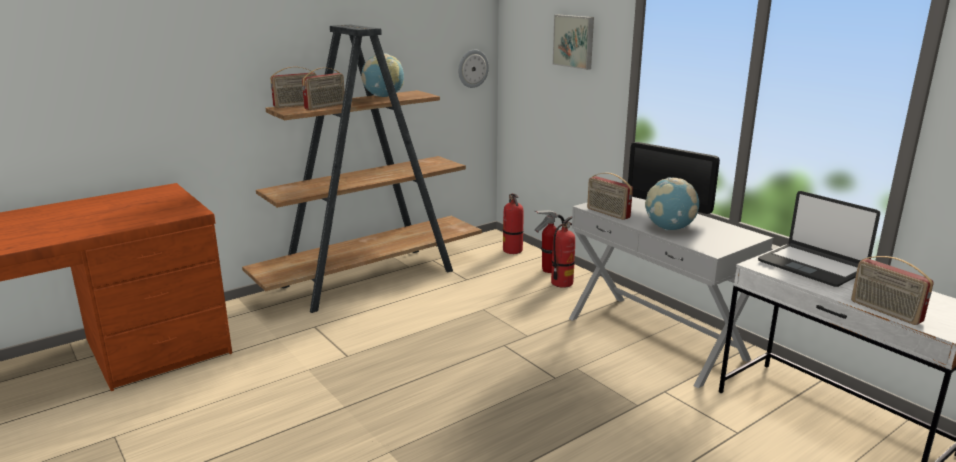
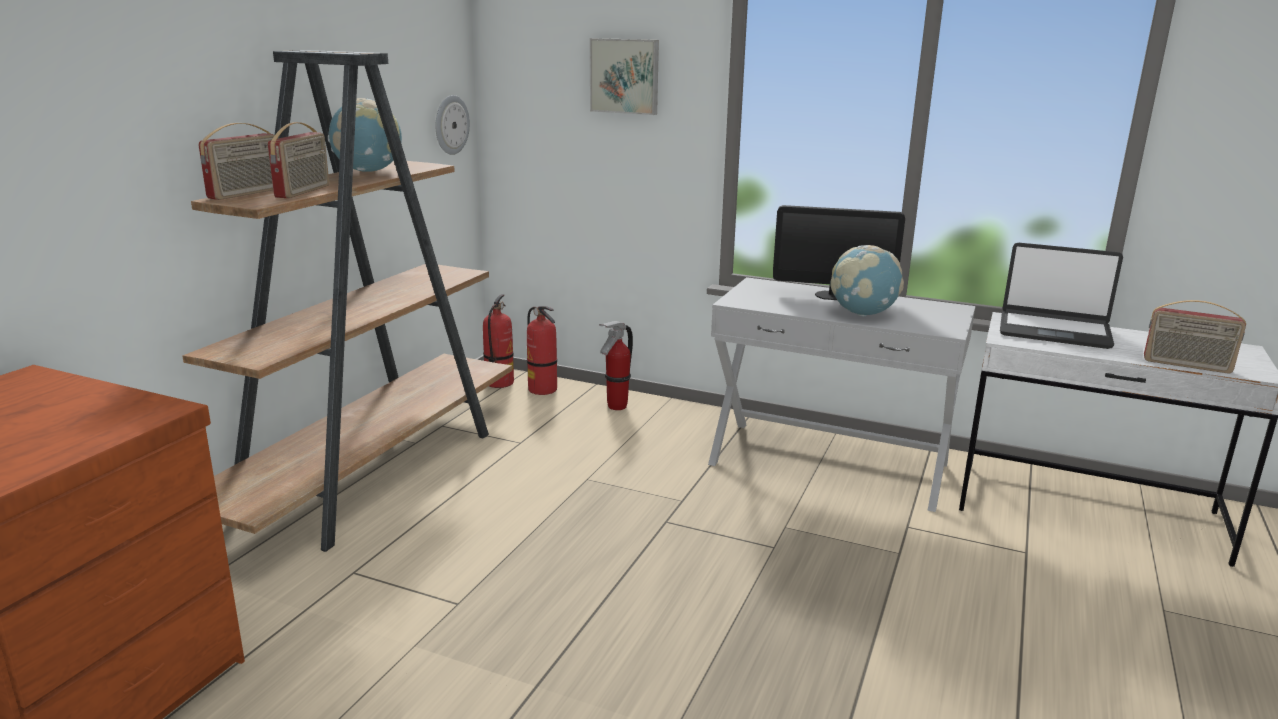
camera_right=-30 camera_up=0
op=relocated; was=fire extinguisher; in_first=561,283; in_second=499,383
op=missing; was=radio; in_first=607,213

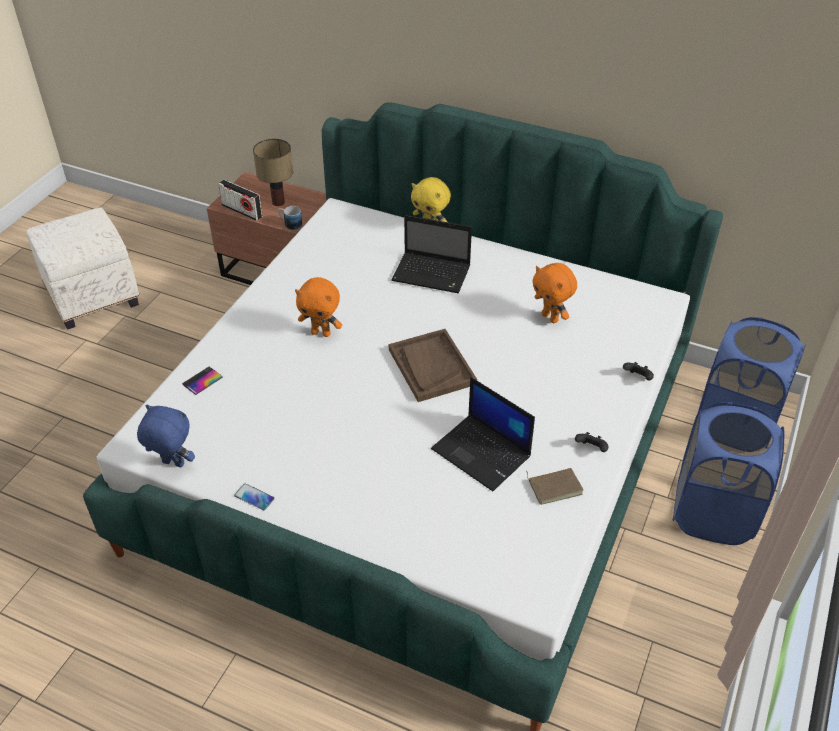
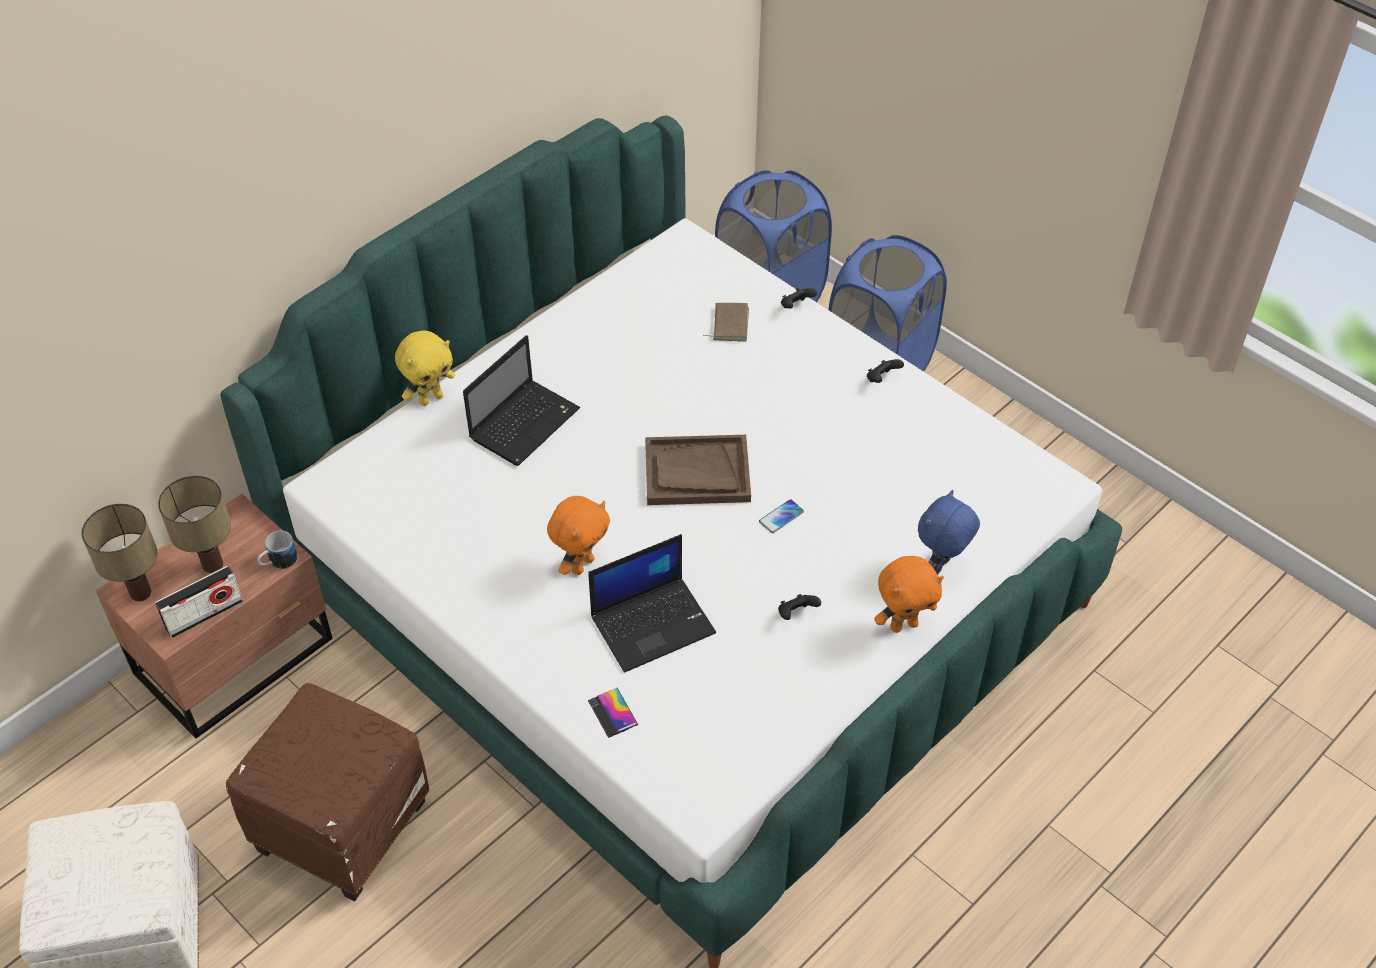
camera_right=-70 camera_up=5
op=relocated; was=blue plush toy; in_first=172,464; in_second=941,567
op=relocated; was=phone; in_first=254,497; in_second=781,517
op=relocated; was=laptop; in_first=482,453; in_second=653,623
op=relocated; was=brown book; in_first=555,486; in_second=729,324
op=relocated; was=orange plush toy; in_first=550,317; in_second=903,625
op=appeared; now=table lamp; in_second=140,594
op=appeared; now=brown ottoman; in_second=342,823
op=appeared; now=black game controller; in_second=796,614

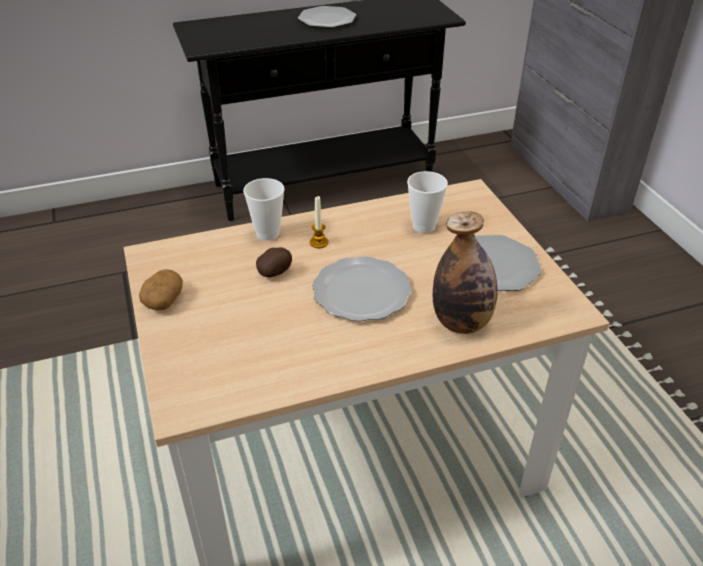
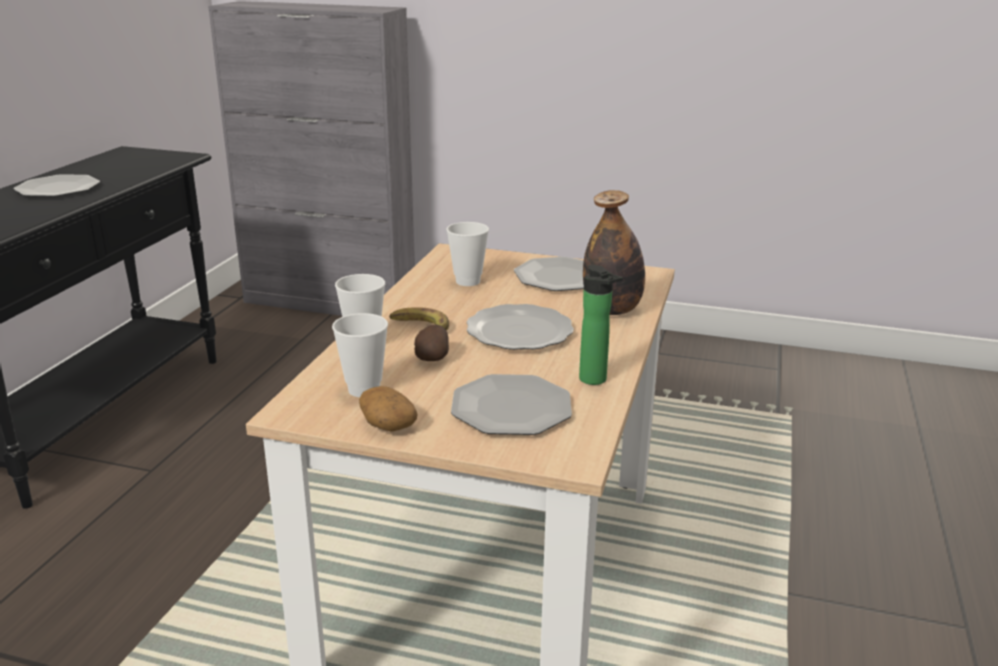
camera_right=-55 camera_up=-15
op=exchanged; was=candle; now=banana; in_first=319,242; in_second=419,326
op=appeared; now=cup; in_second=364,389
op=appeared; now=plate; in_second=511,408
op=appeared; now=bottle; in_second=595,380

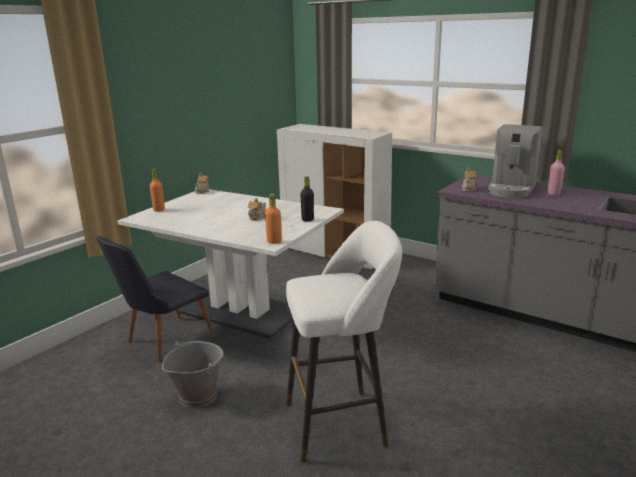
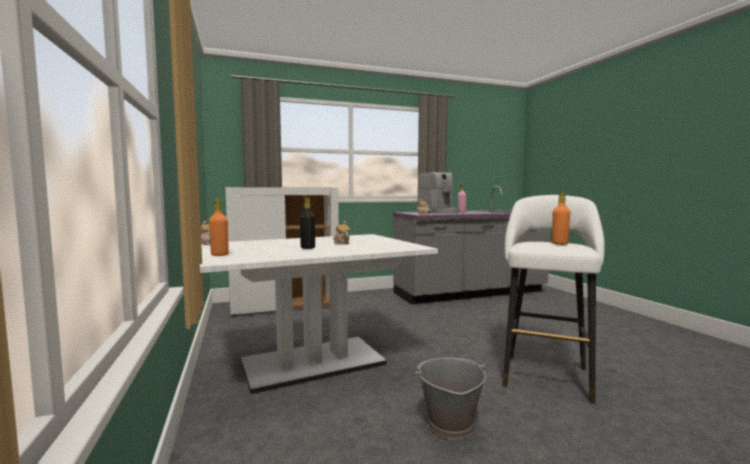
camera_right=-55 camera_up=-15
op=missing; was=black chair; in_first=162,342
op=relocated; was=orange bottle; in_first=274,241; in_second=559,243
op=relocated; was=black bottle; in_first=307,219; in_second=307,248

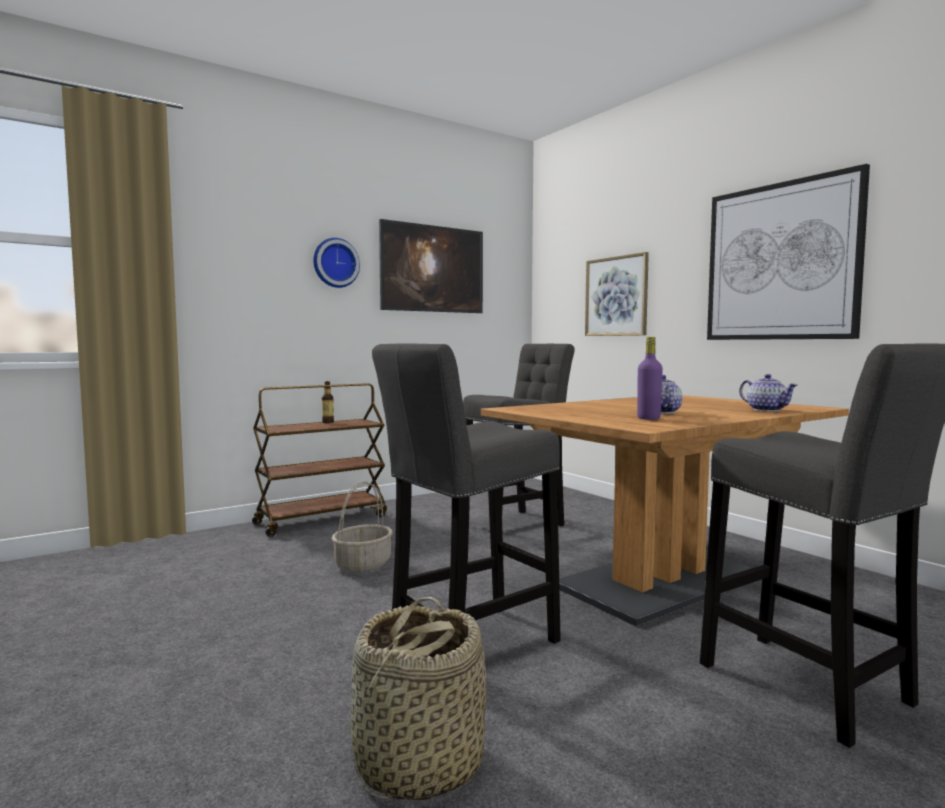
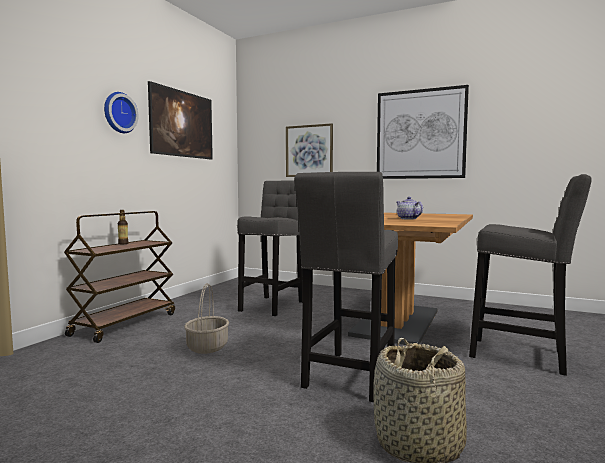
camera_right=-30 camera_up=0
op=missing; was=purple bottle; in_first=648,418
op=missing; was=teapot; in_first=766,410

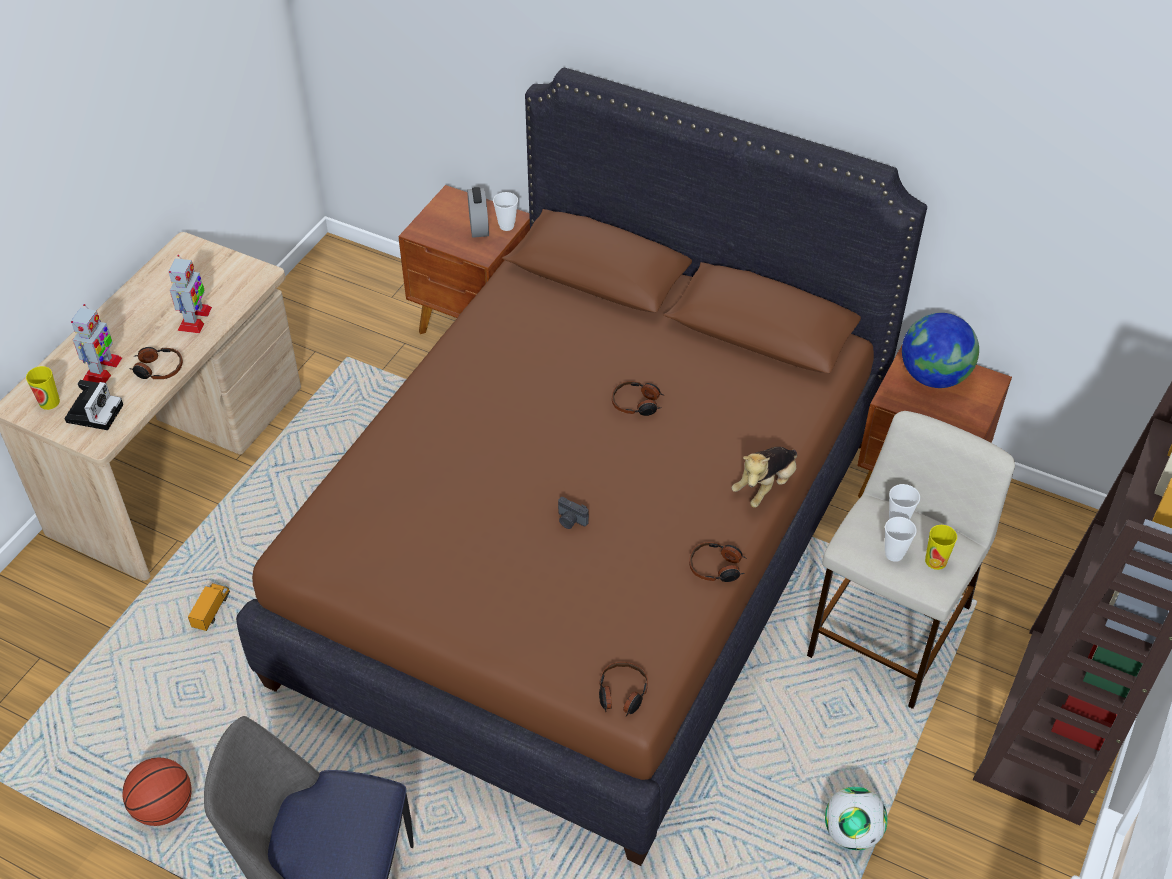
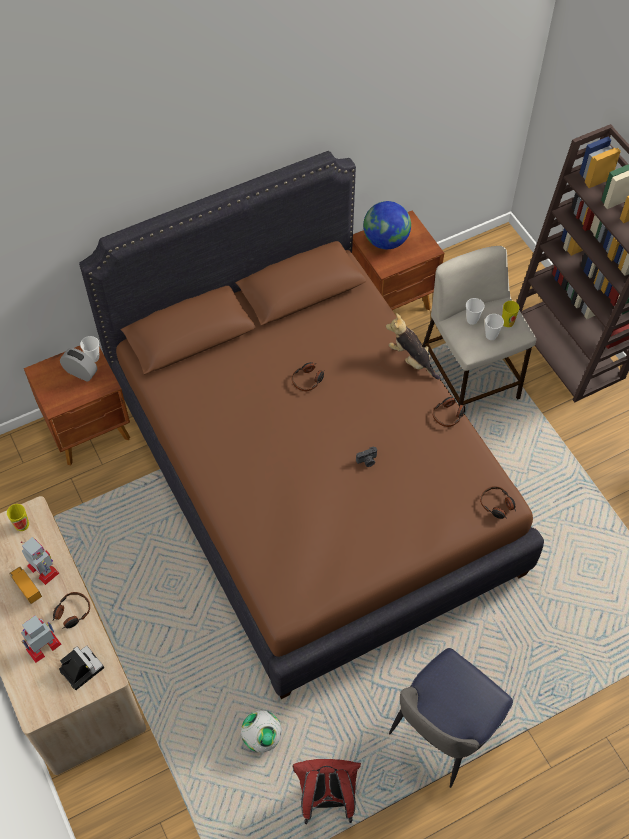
camera_right=-55 camera_up=10
op=relocated; was=cup; in_first=49,402; in_second=22,524
op=spun; was=toy robot; in_first=102,369; in_second=43,646; clockwise=-90
op=exchanged; was=basketball; now=red backpack; in_first=164,807; in_second=327,797
op=relocated; was=toy truck; in_first=212,612; in_second=26,587
op=spun; was=plush toy; in_first=765,486; in_second=411,359; clockwise=150
op=relocated; was=football; in_first=852,832; in_second=262,737

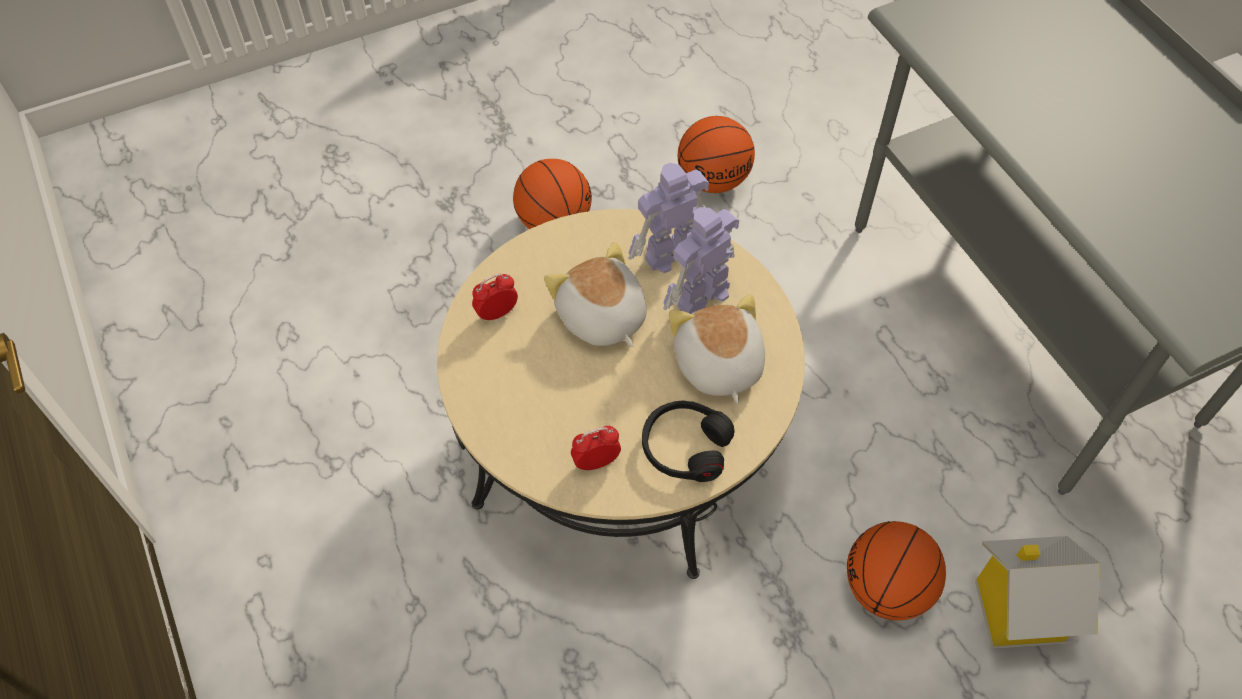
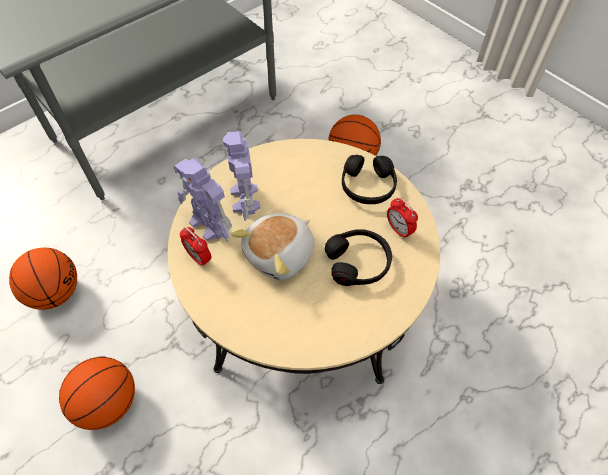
camera_right=-105 camera_up=0
op=relocated; was=alarm clock; in_first=497,313; in_second=199,258
op=spun; was=toy robot; in_first=700,296; in_second=245,200; clockwise=45
op=missing; was=plush toy; in_first=717,366
op=missing; was=toy house; in_first=1019,610
op=appeared; now=black headphones; in_second=358,262

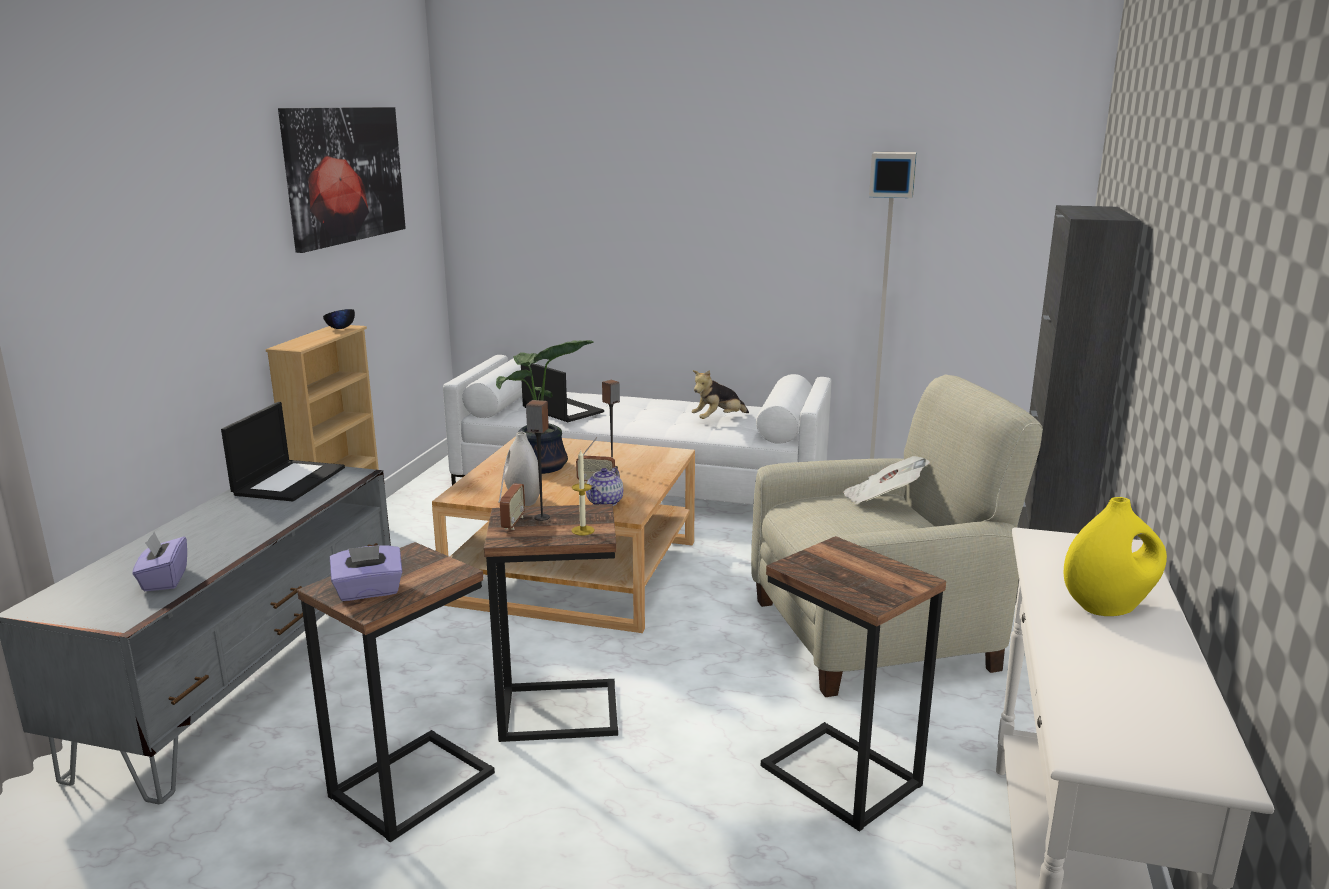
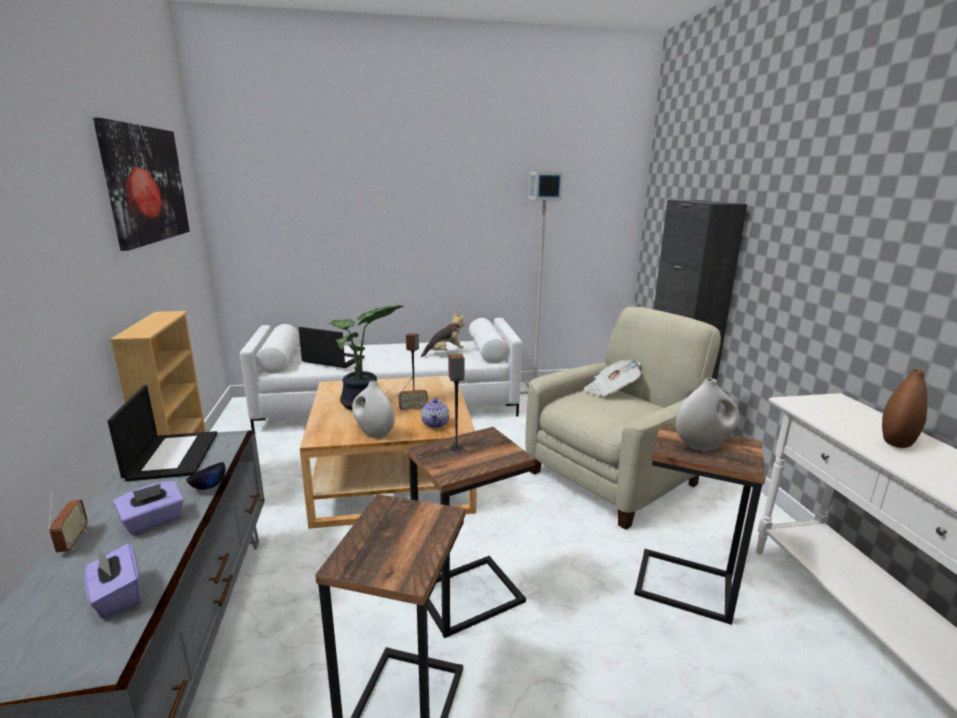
camera_right=-25 camera_up=0
op=relocated; was=black bowl; in_first=340,328; in_second=208,486
op=relocated; was=purple tissue box; in_first=369,591; in_second=153,521
op=relocated; was=radio; in_first=513,523; in_second=73,541
op=missing; was=candle; in_first=583,530
op=spun; was=plush toy; in_first=718,419; in_second=445,353; clockwise=-150
op=colour; was=yellow vase; now=brown vase; in_first=1108,607; in_second=897,441
op=appeared; now=white vase; in_second=703,445

